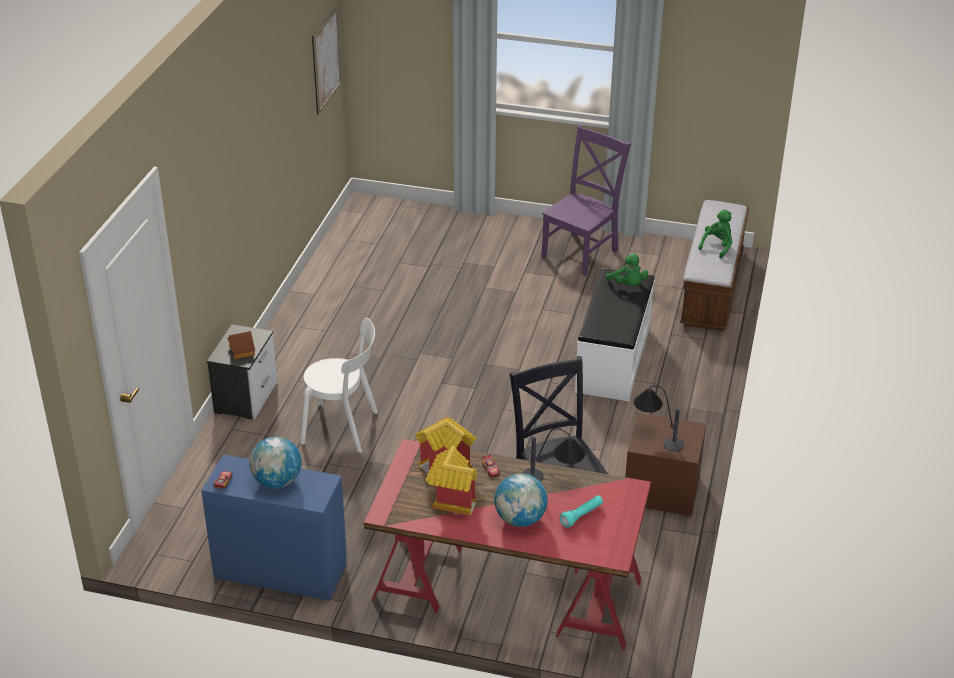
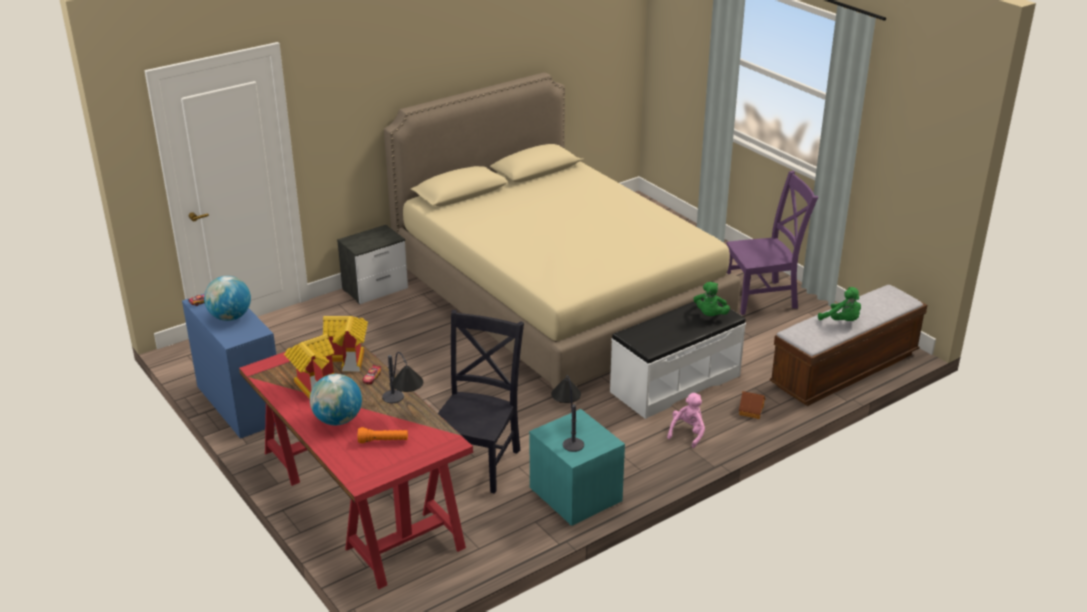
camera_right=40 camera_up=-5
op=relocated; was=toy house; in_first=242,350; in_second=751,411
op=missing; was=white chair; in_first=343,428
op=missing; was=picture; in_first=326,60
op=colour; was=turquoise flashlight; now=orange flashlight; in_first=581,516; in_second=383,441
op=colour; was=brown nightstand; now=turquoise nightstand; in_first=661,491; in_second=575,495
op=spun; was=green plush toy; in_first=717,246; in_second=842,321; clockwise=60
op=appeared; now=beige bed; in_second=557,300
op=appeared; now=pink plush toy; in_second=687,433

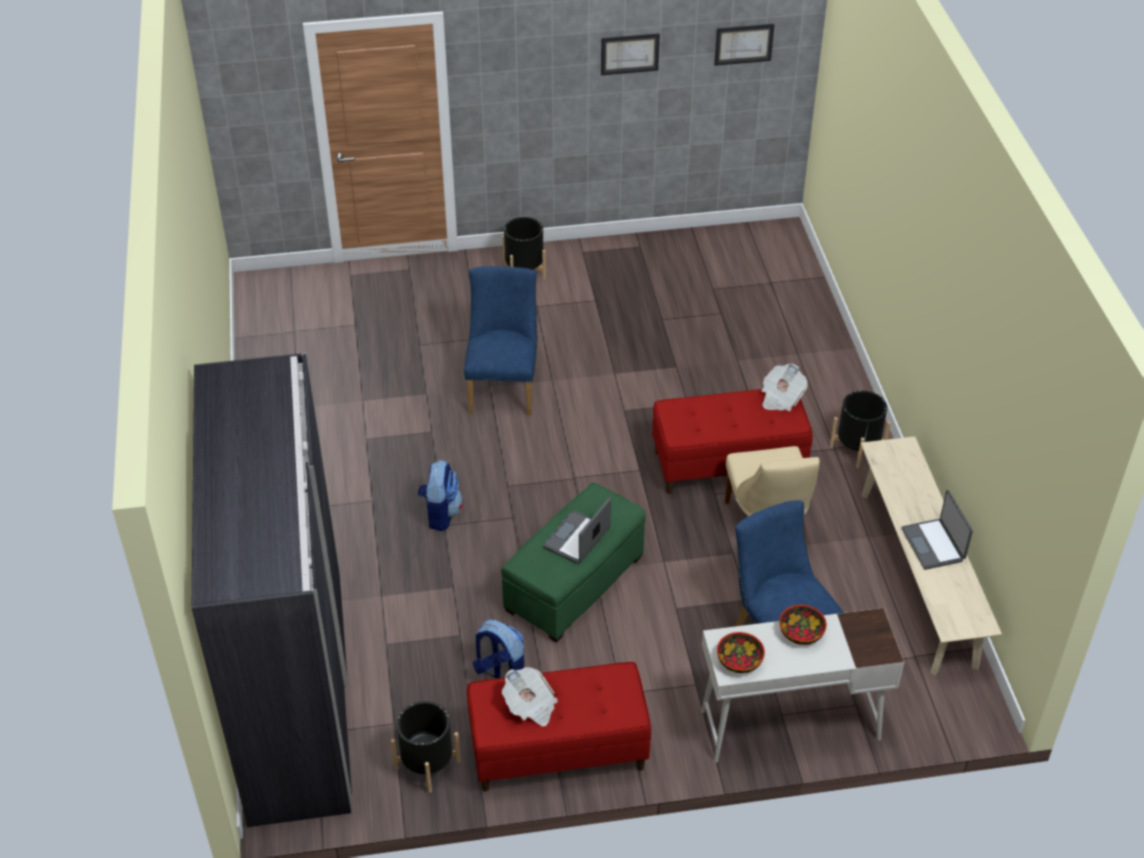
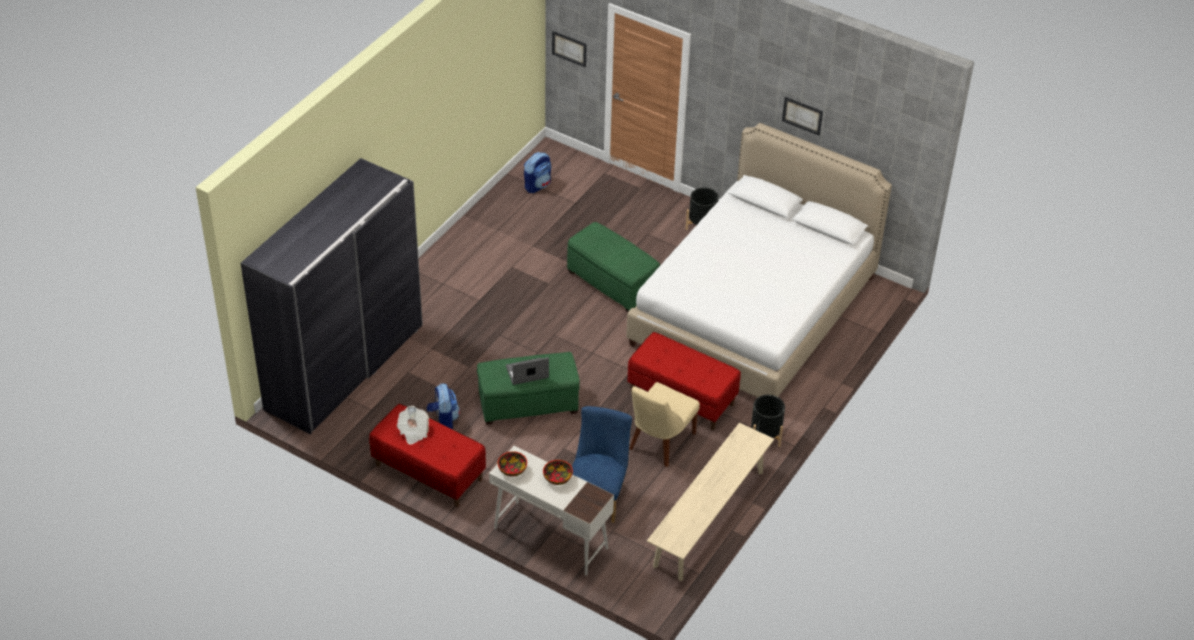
camera_right=40 camera_up=0
op=missing; was=black planter; in_first=427,764
op=relocated; was=backpack; in_first=440,513; in_second=537,185
op=exchanged; was=blue chair; now=green ottoman; in_first=503,387; in_second=613,283
op=relocated; was=picture; in_first=743,44; in_second=569,48
op=missing; was=newspaper; in_first=781,397
op=missing; was=laptop; in_first=934,545
op=appeared; now=white bed; in_second=753,310

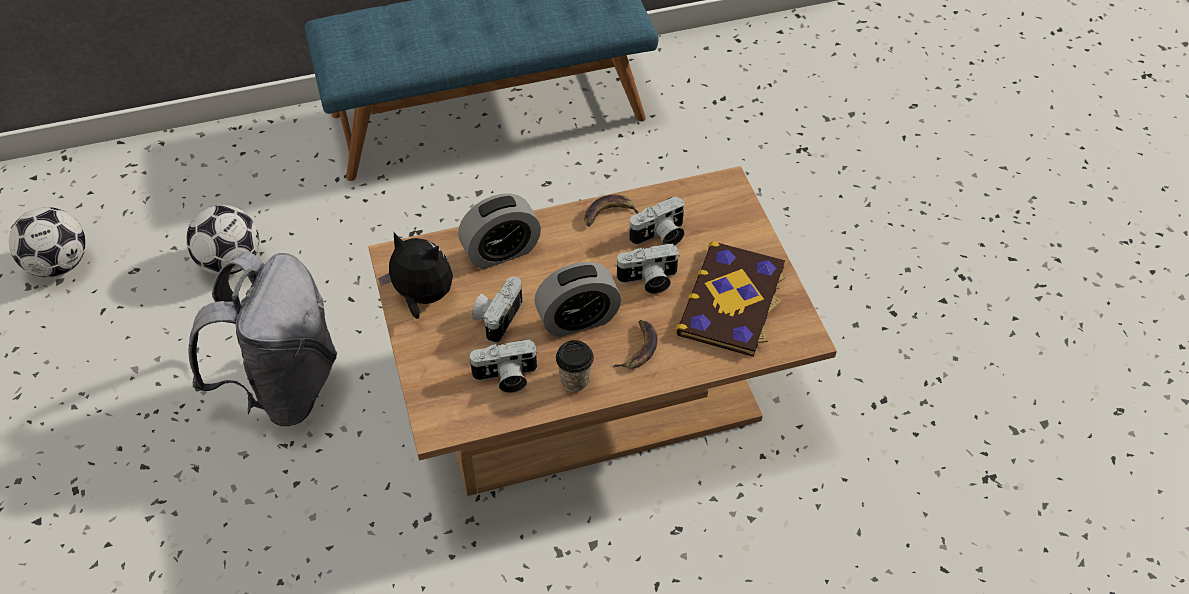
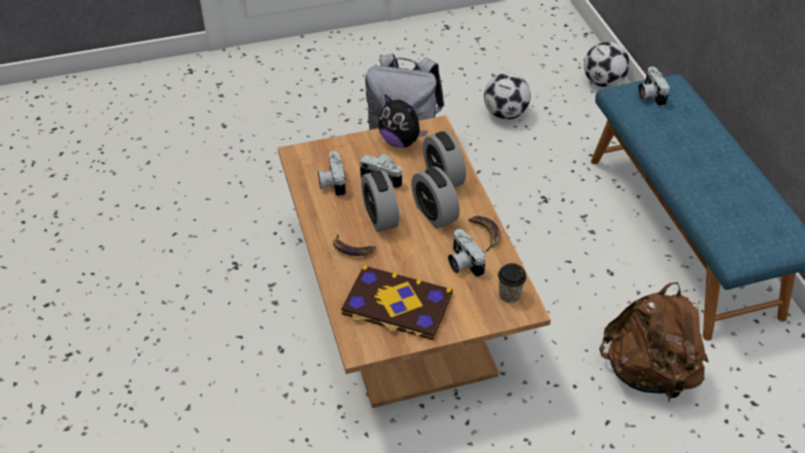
camera_right=90 camera_up=-5
op=relocated; was=football; in_first=59,264; in_second=603,82
op=spun; was=plush toy; in_first=422,297; in_second=400,141; clockwise=105
op=relocated; was=cup; in_first=575,380; in_second=509,295
op=relocated; was=photo camera; in_first=648,280; in_second=649,95
op=appeared; now=alarm clock; in_second=434,213
op=appeared; now=brown backpack; in_second=648,373

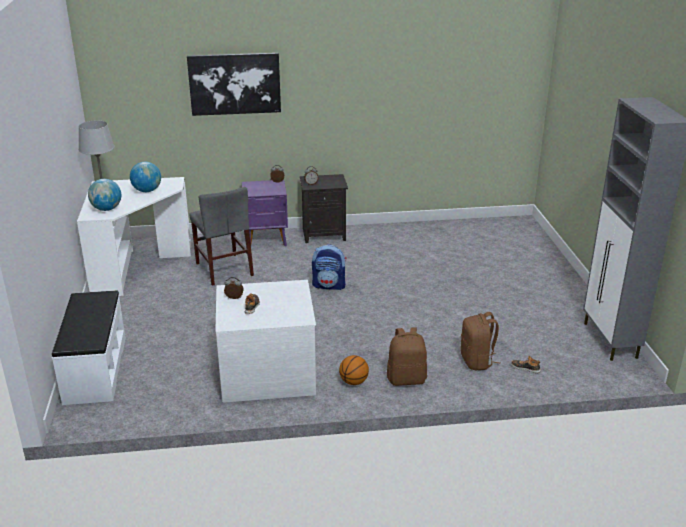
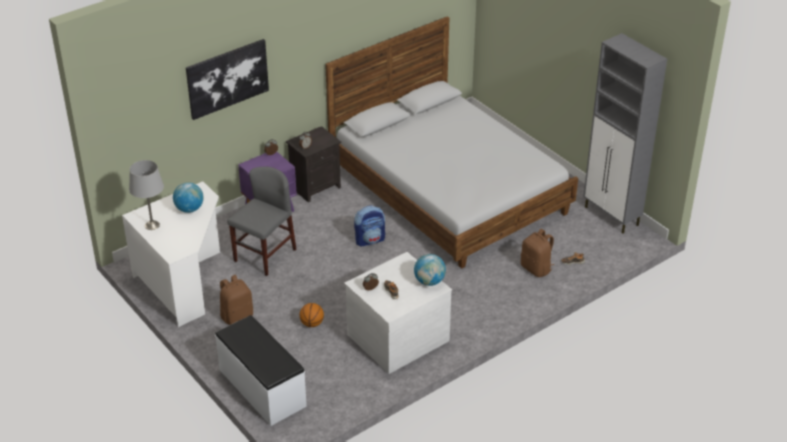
camera_right=-30 camera_up=10
op=relocated; was=globe; in_first=106,209; in_second=429,281
op=spun; was=grey chair; in_first=224,269; in_second=265,255; clockwise=-90
op=relocated; was=basketball; in_first=353,382; in_second=312,324
op=relocated; was=brown backpack; in_first=406,379; in_second=237,316
op=appeared; now=bed; in_second=449,190

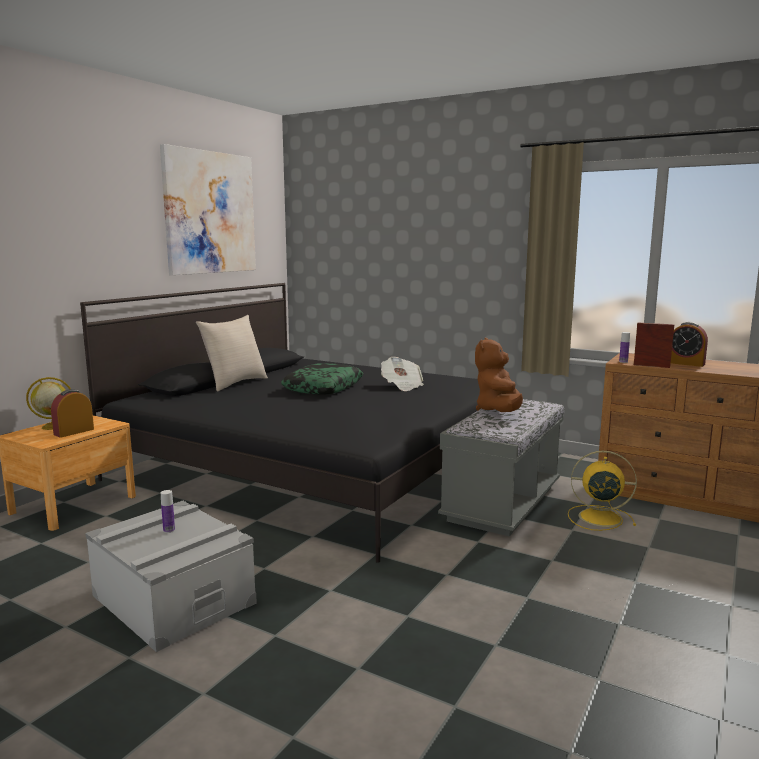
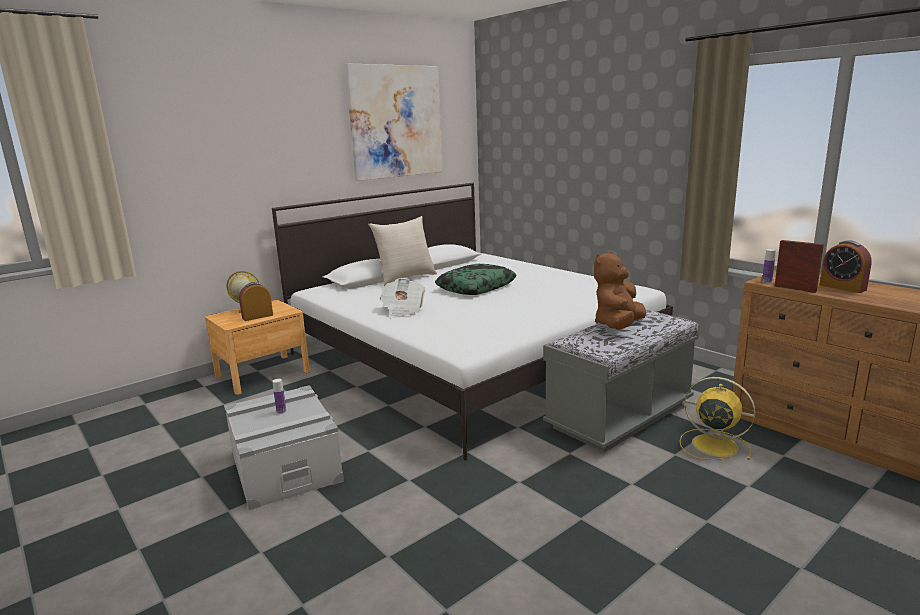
camera_right=20 camera_up=5
op=colour; was=black bed; now=white bed; in_first=319,464; in_second=472,356
op=relocated; was=newspaper; in_first=402,386; in_second=403,310

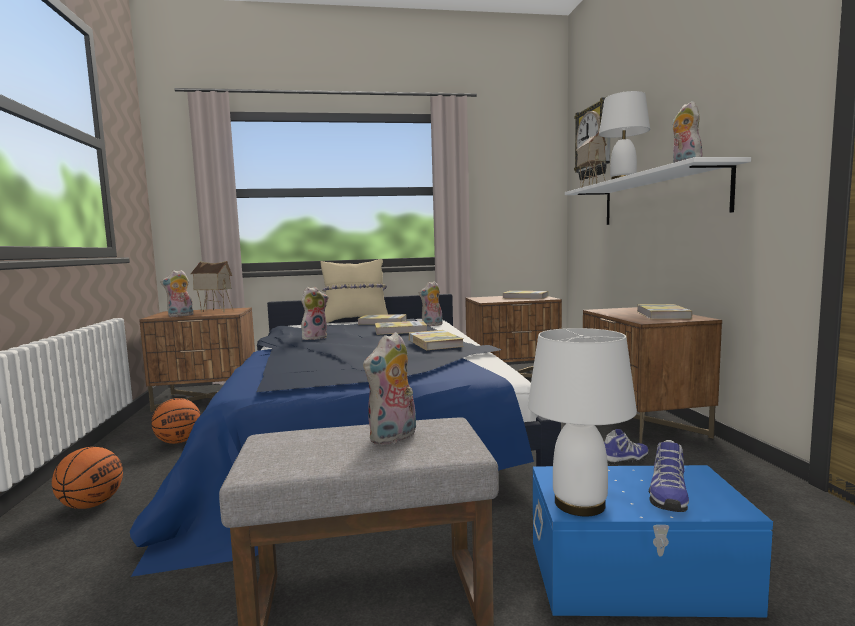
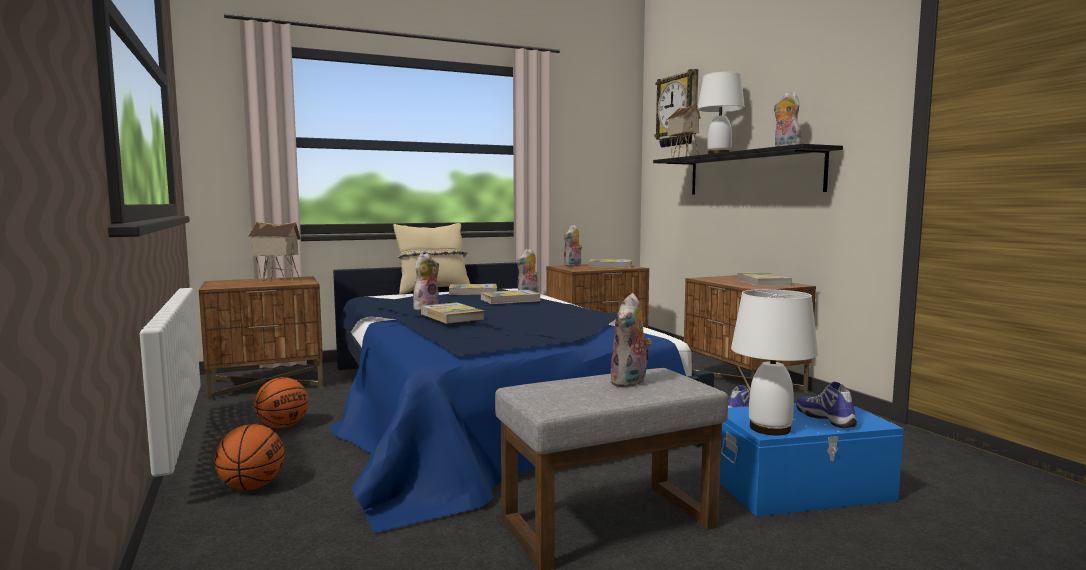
camera_right=-15 camera_up=0
op=relocated; was=plush toy; in_first=180,316; in_second=573,266
op=relocated; was=book; in_first=435,343; in_second=451,316
op=colour; was=white shelf; now=black shelf; in_first=659,199; in_second=751,174
op=spun; was=shoe; in_first=667,495; in_second=826,419; clockwise=150

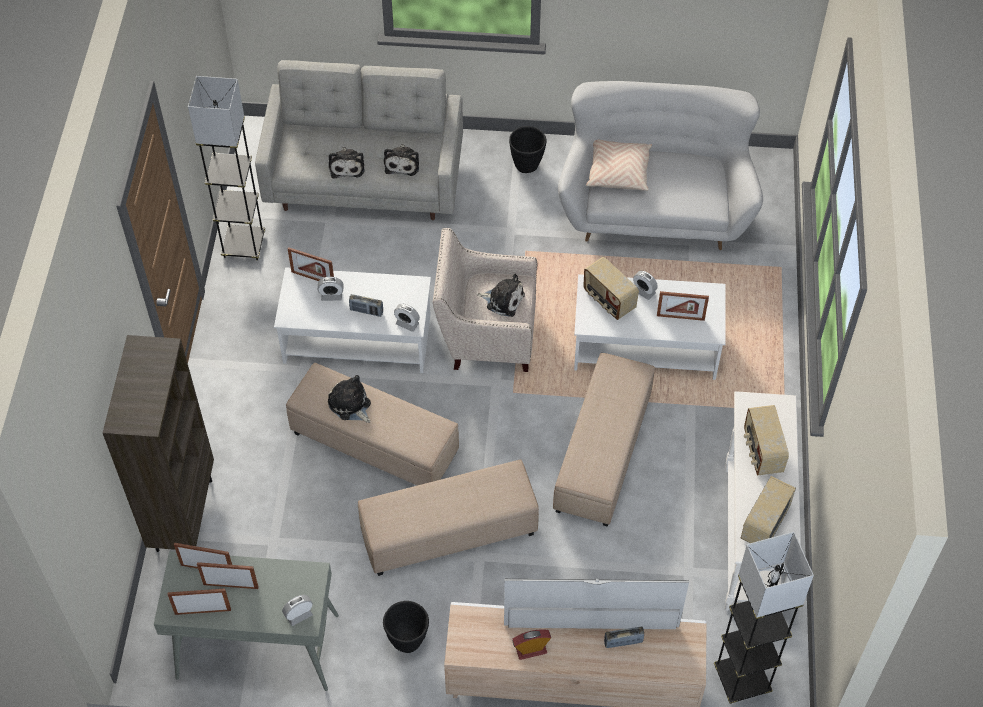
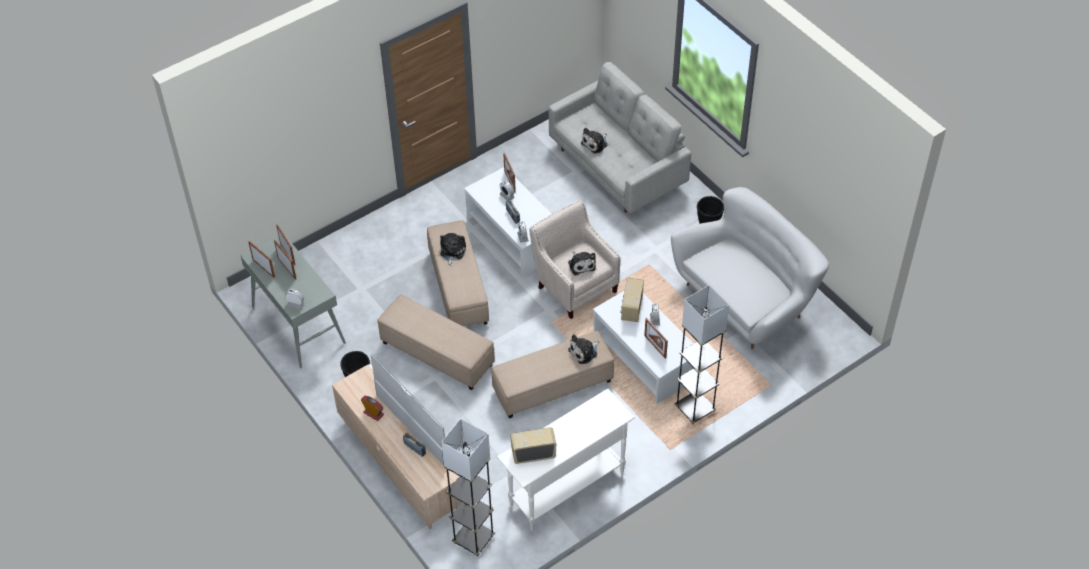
camera_right=50 camera_up=-5
op=missing; was=brown bookcase; in_first=183,514
op=relocated; was=grey floor lamp; in_first=243,245; in_second=695,409
op=relocated; was=plush toy; in_first=402,163; in_second=584,352
op=missing; was=beige pillow; in_first=618,172
op=missing; was=radio; in_first=762,451

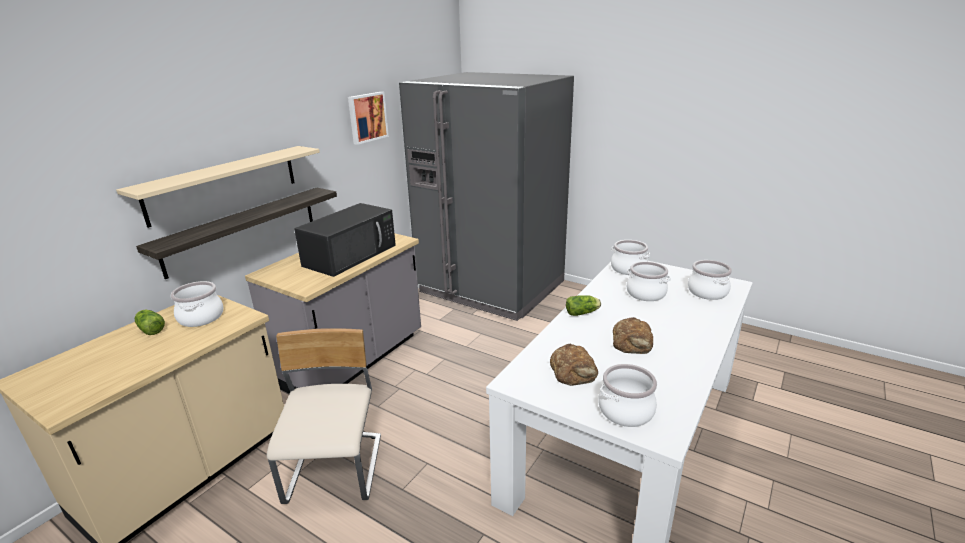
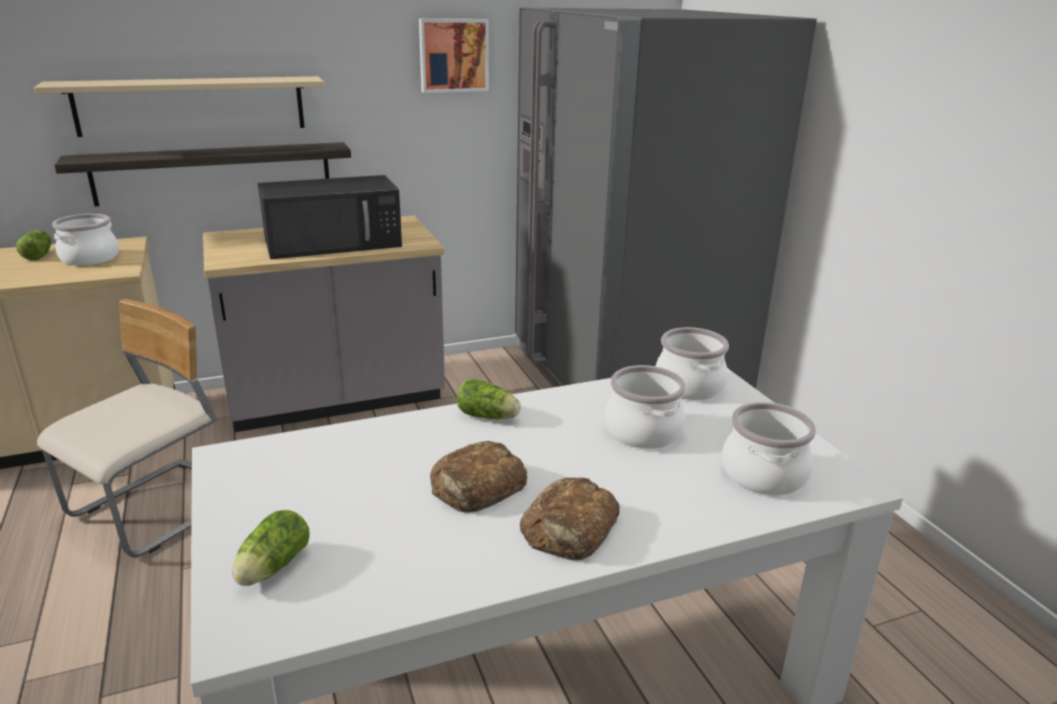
camera_right=35 camera_up=0
op=relocated; was=bread; in_first=574,370; in_second=570,529
op=exchanged; was=cooking pot; now=lettuce; in_first=625,410; in_second=271,568

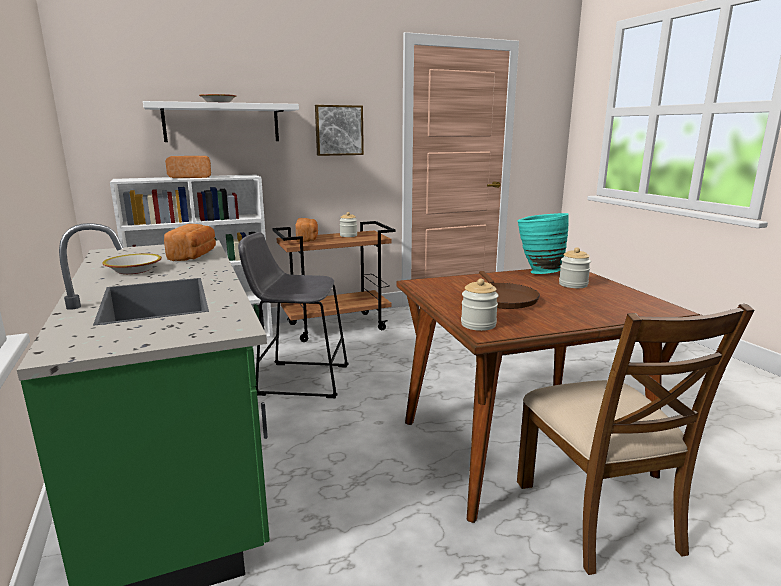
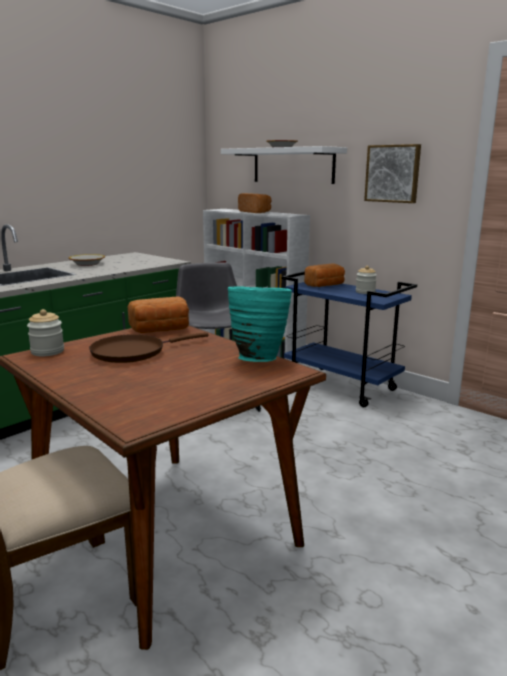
camera_right=65 camera_up=0
op=relocated; was=bread; in_first=194,256; in_second=161,330
op=colour; was=brown cart; now=blue cart; in_first=337,326; in_second=342,386
op=missing; was=jar; in_first=573,284

